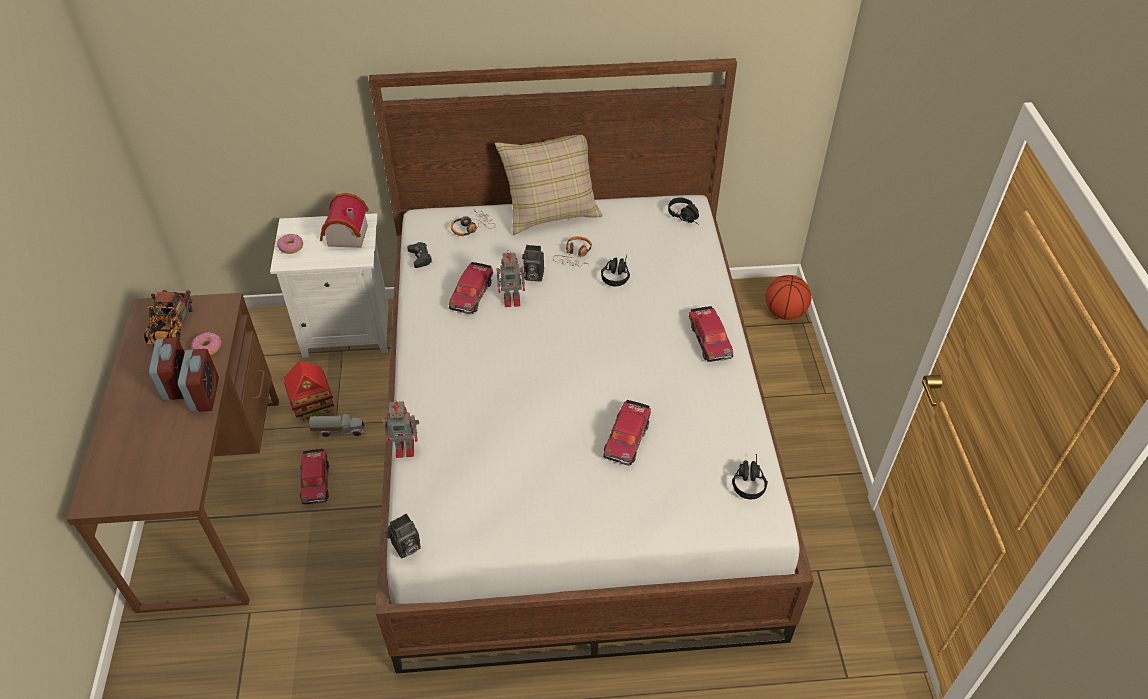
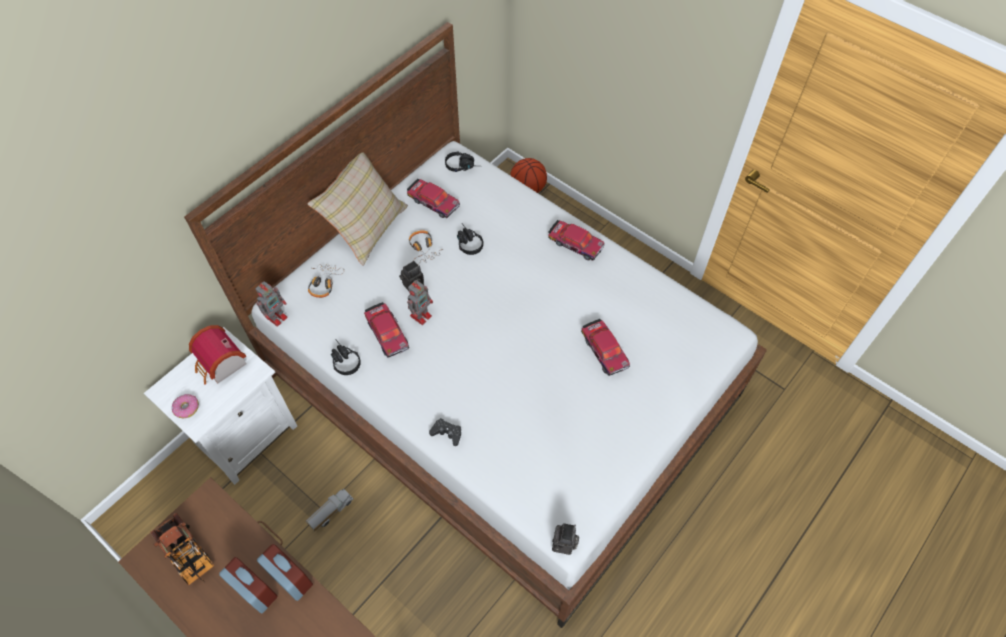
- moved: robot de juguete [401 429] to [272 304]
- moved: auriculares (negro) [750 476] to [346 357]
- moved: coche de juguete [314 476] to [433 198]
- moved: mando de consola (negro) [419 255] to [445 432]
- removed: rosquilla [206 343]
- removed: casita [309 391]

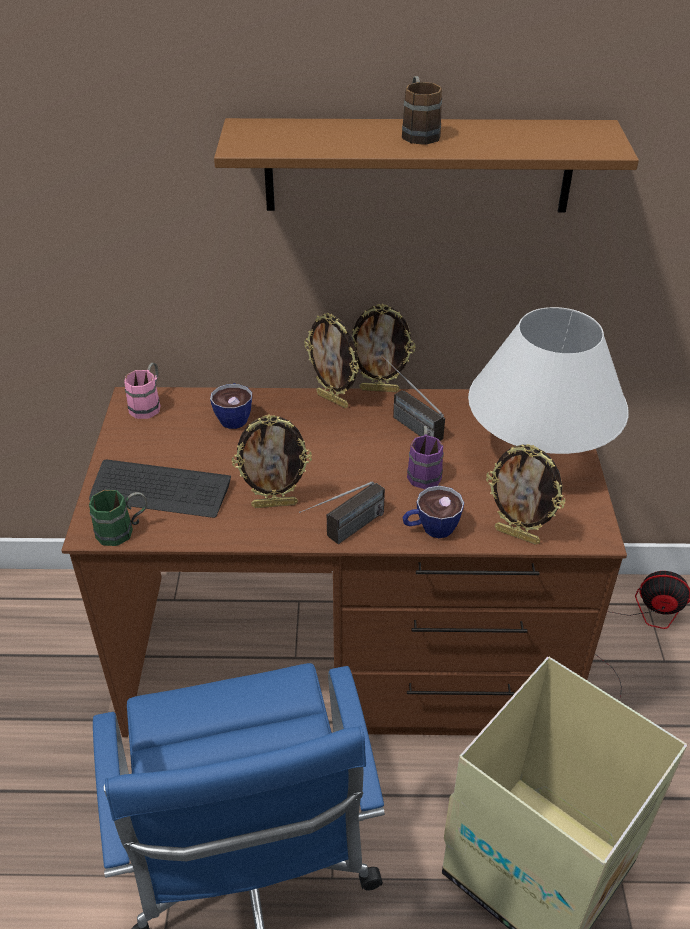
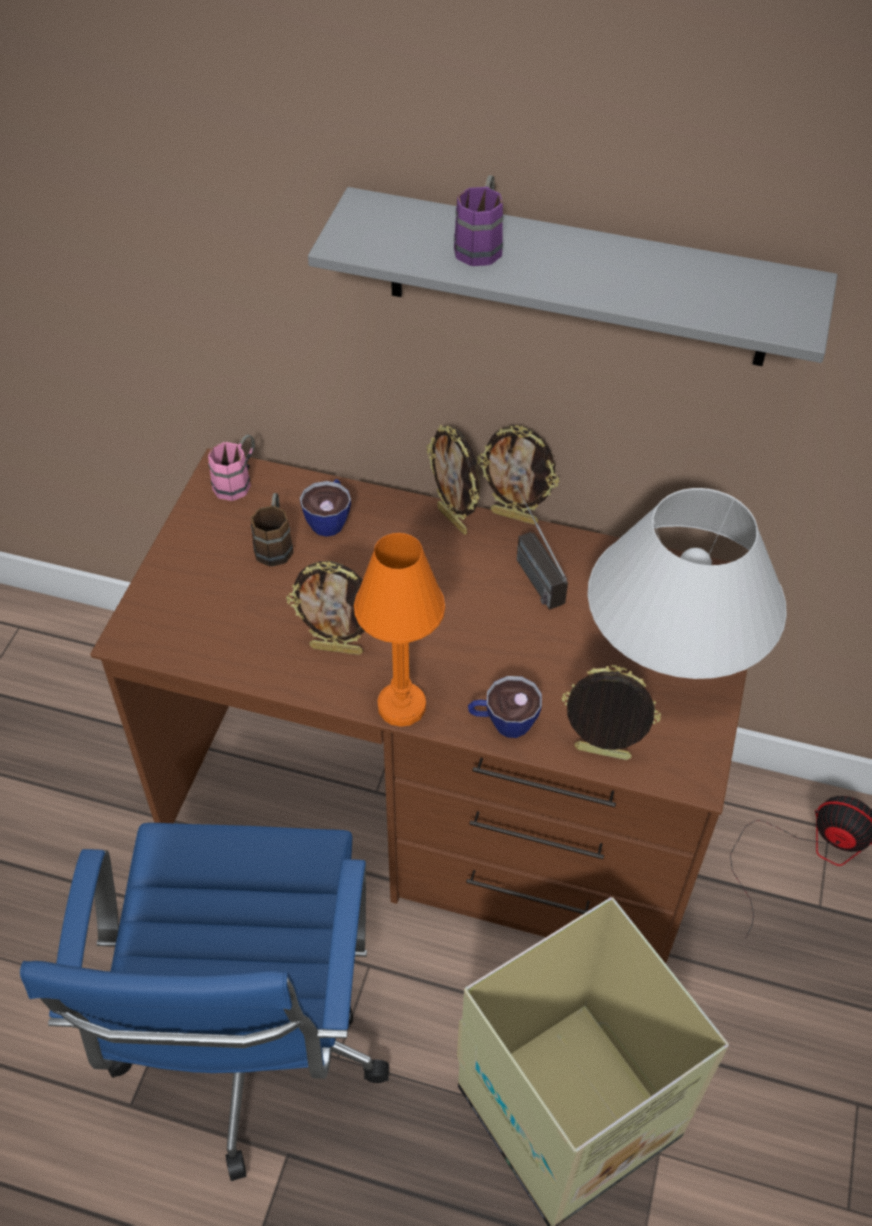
- moved: taza grande (marrón) [422 110] to [272 530]
- recoloured: estante (marrón) [426 165] to estante (gris) [573 276]
- replaced: radio [342 512] to lámpara de mesa (naranja) [399 630]
- moved: taza grande (morado) [425 457] to [478 220]
- turned: portarretratos [525 494] = [611 712] 150 degrees clockwise
- removed: teclado [160 489]
- removed: taza grande (verde) [118 518]

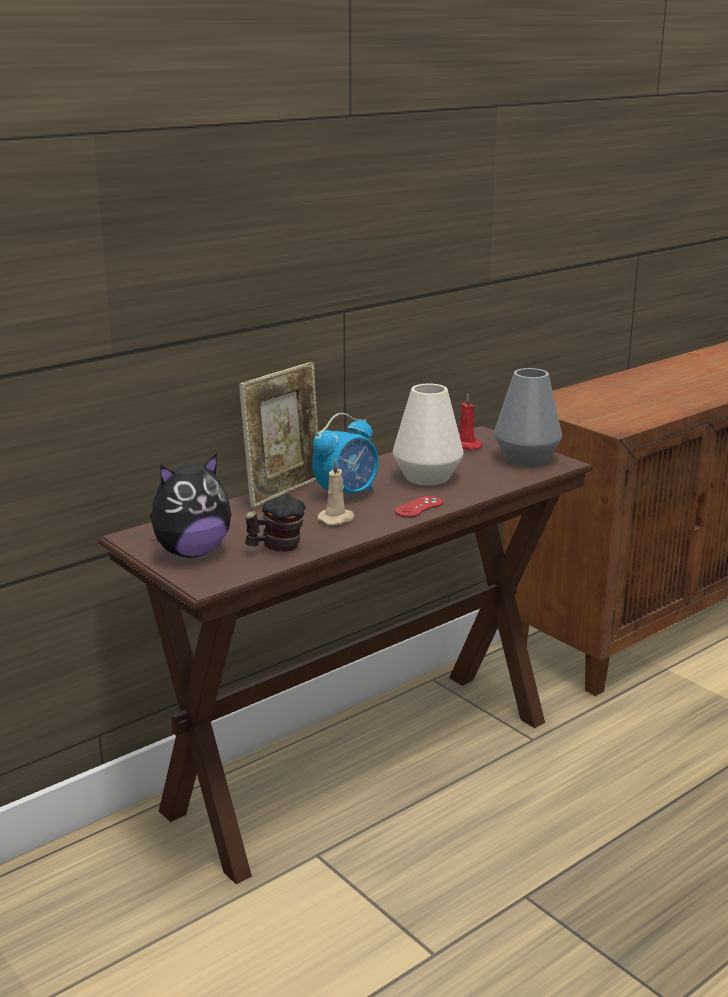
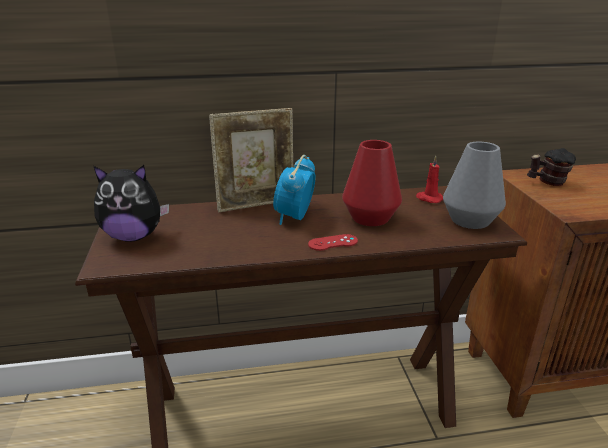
- turned: despertador [345 453] = [294 190] 120 degrees clockwise
- recoloured: florero (blanco) [428 434] to florero (rojo) [372 183]
- moved: taza grande [275 523] to [551 167]
- removed: vela (beis) [336 492]

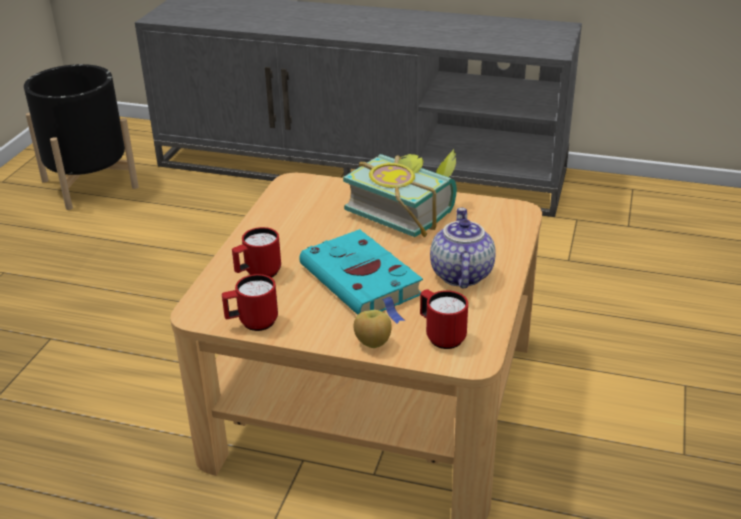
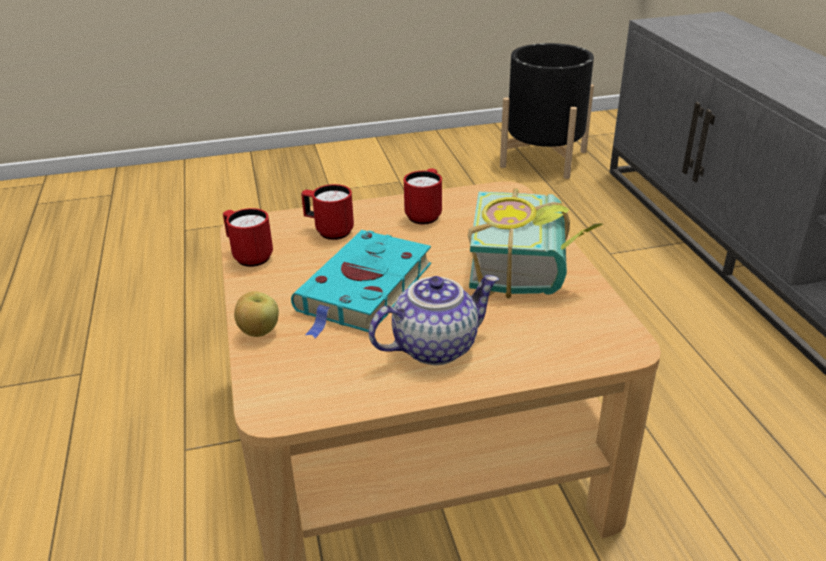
- moved: taza grande (rojo) [444 319] to [423 196]

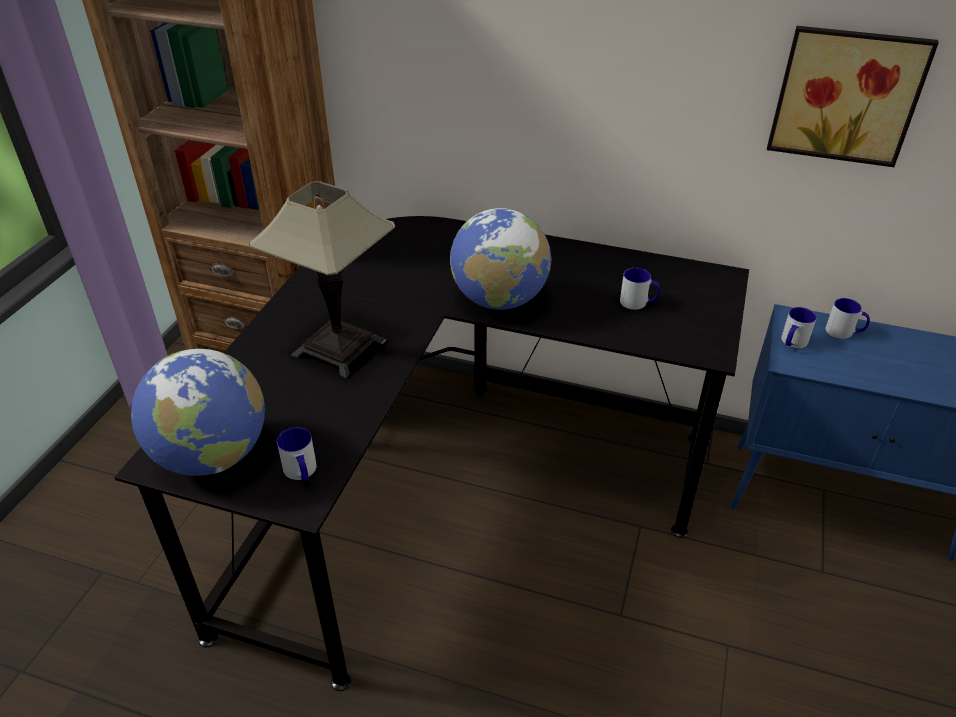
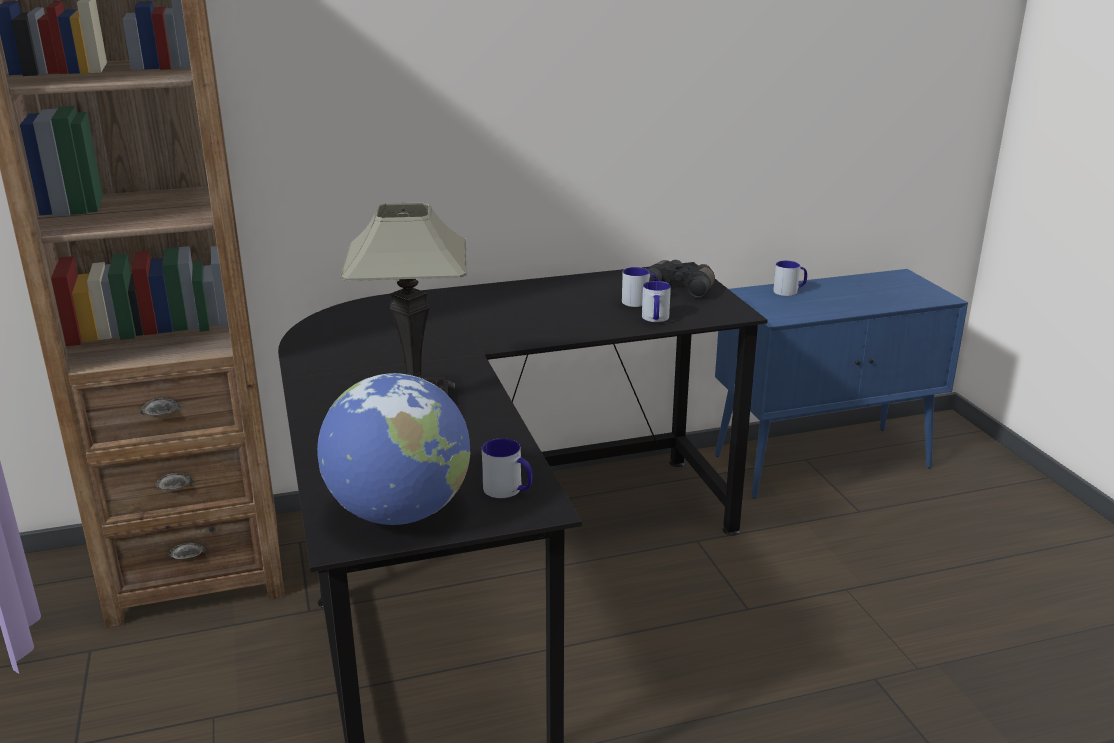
- moved: taza grande [799 328] to [656 301]
- added: prismáticos (negro) [681 278]
- removed: globo terráqueo [500 259]
- removed: cuadro [853 96]

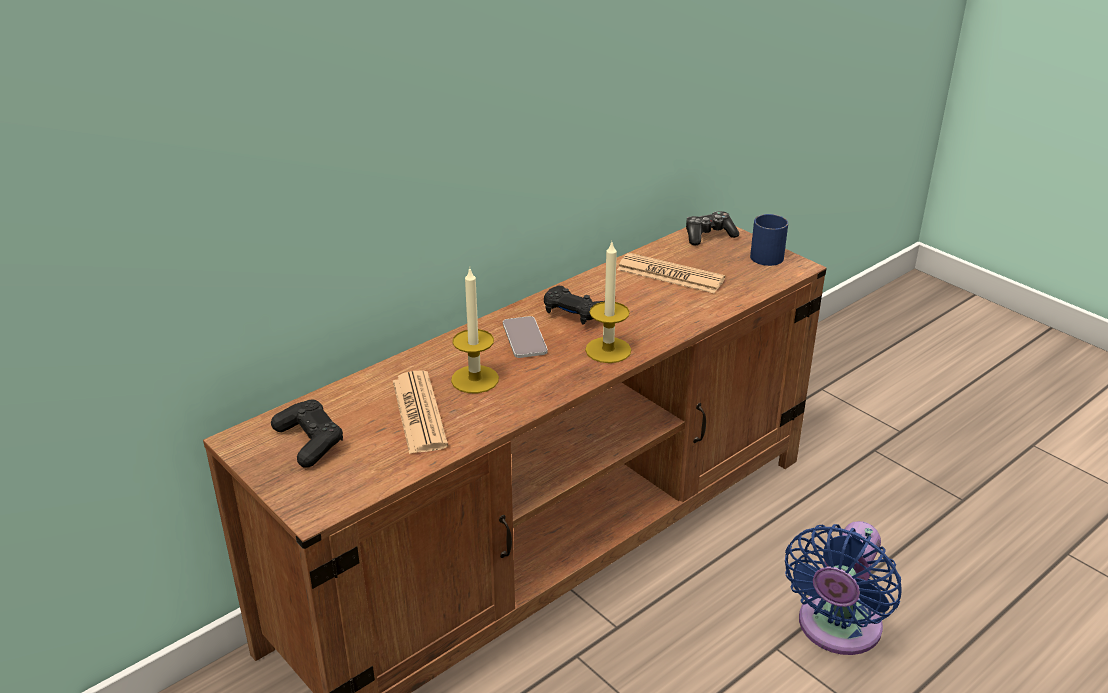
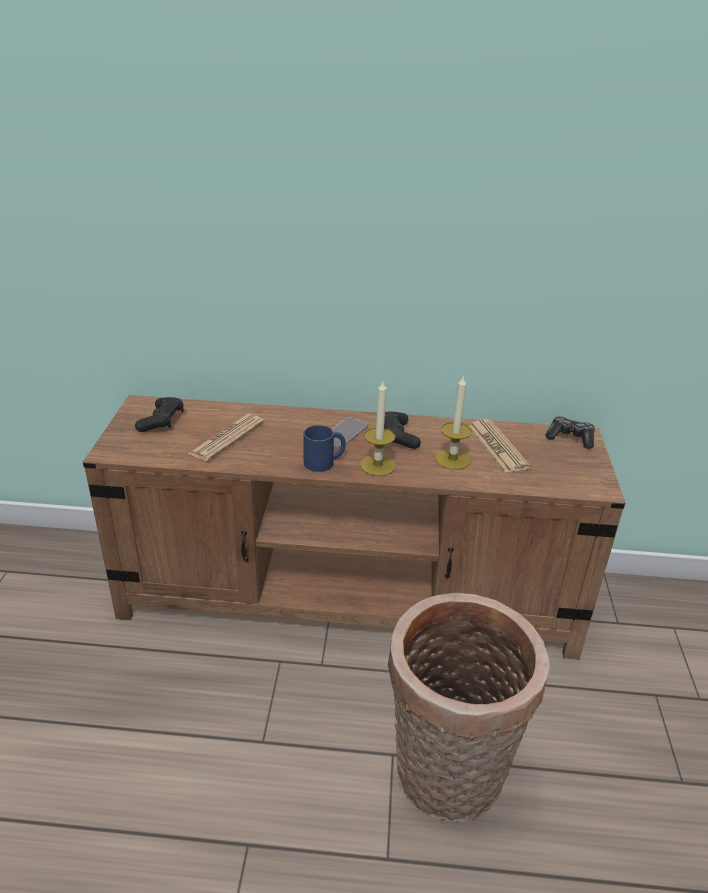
- moved: taza grande (azul) [769 240] to [324 448]
- replaced: ventilador (azul) [843 588] to cesta [469 707]
- moved: vela [475 331] to [453 422]

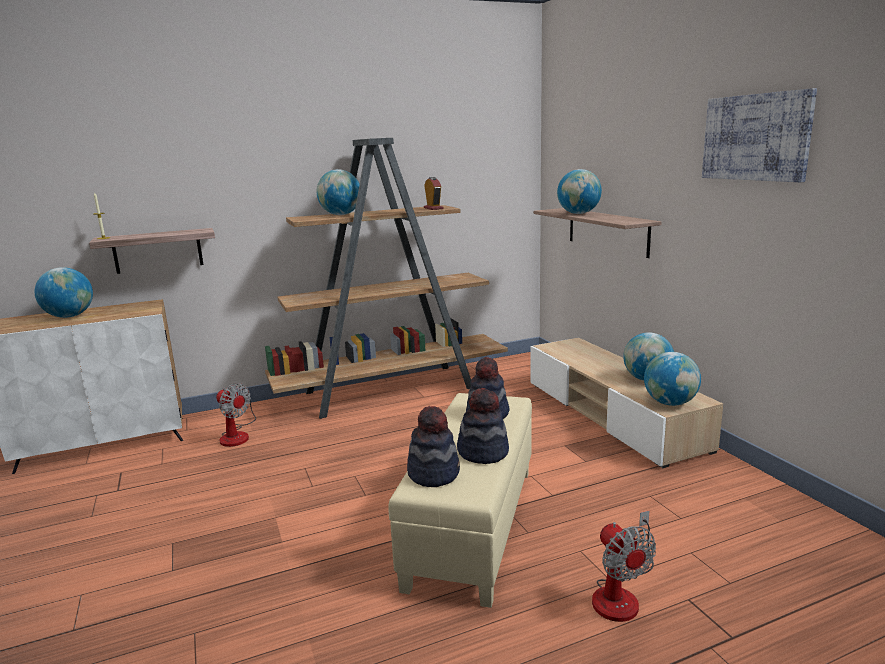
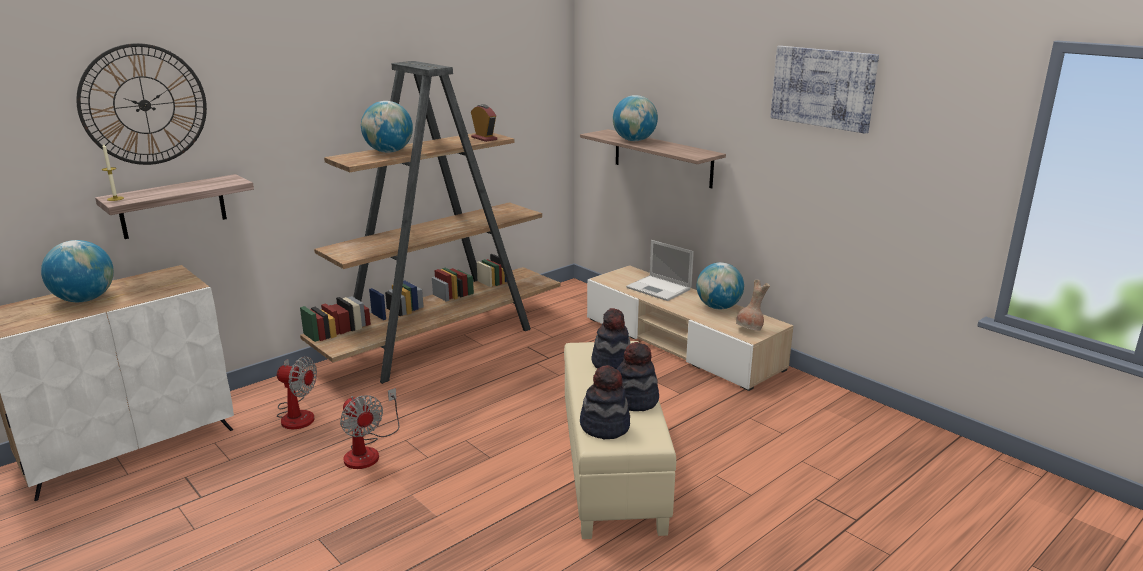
- added: reloj de pared [141 104]
- moved: ventilador [624 566] to [370 428]
- added: portátil [660 270]
- replaced: globo terráqueo [672 379] to florero (marrón) [753 305]

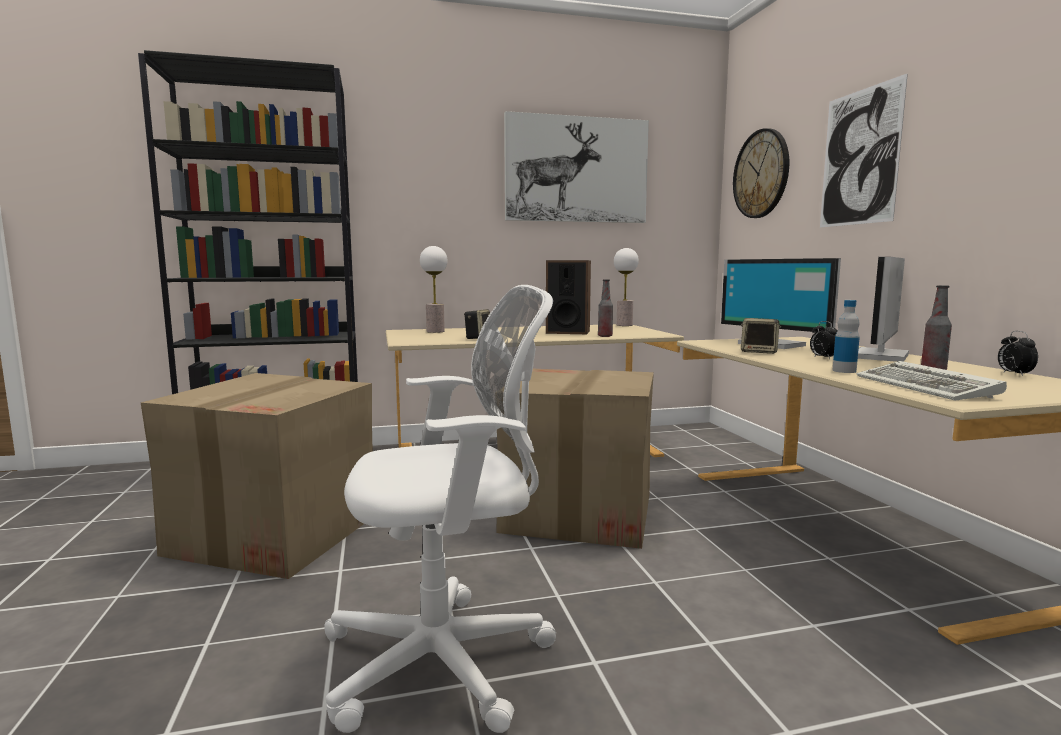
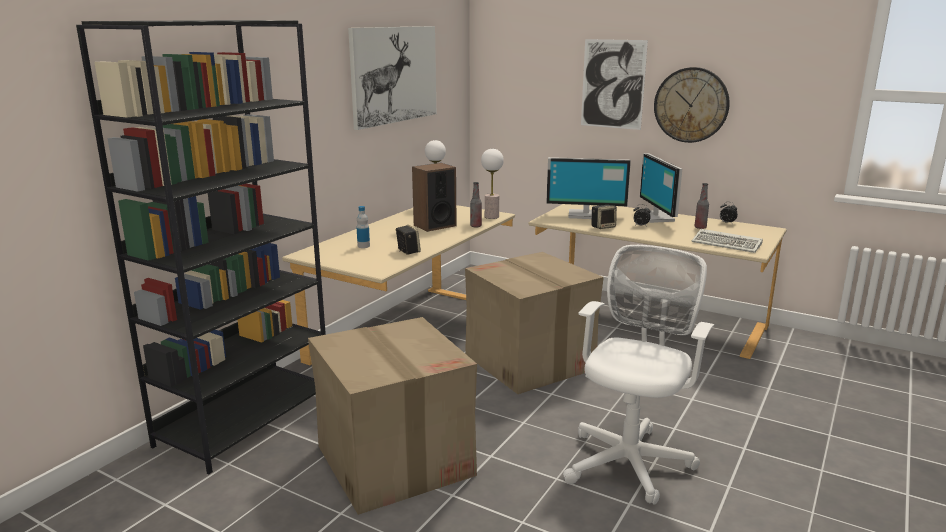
- moved: botella [846 336] to [363 227]
- moved: lámpara de mesa [434 289] to [492 184]
- moved: reloj de pared [761 173] to [692 105]

